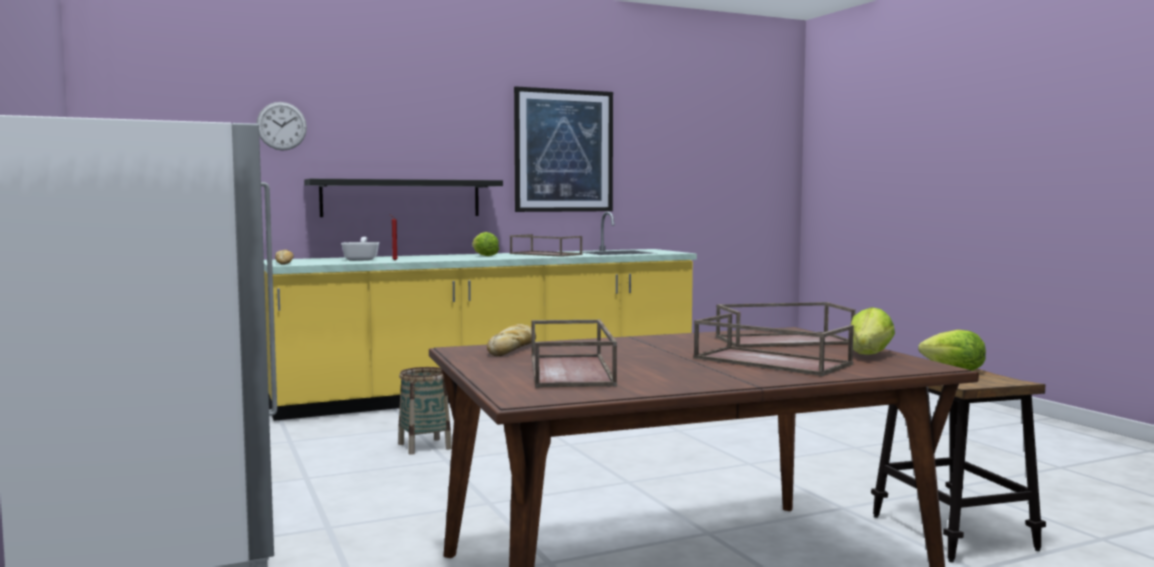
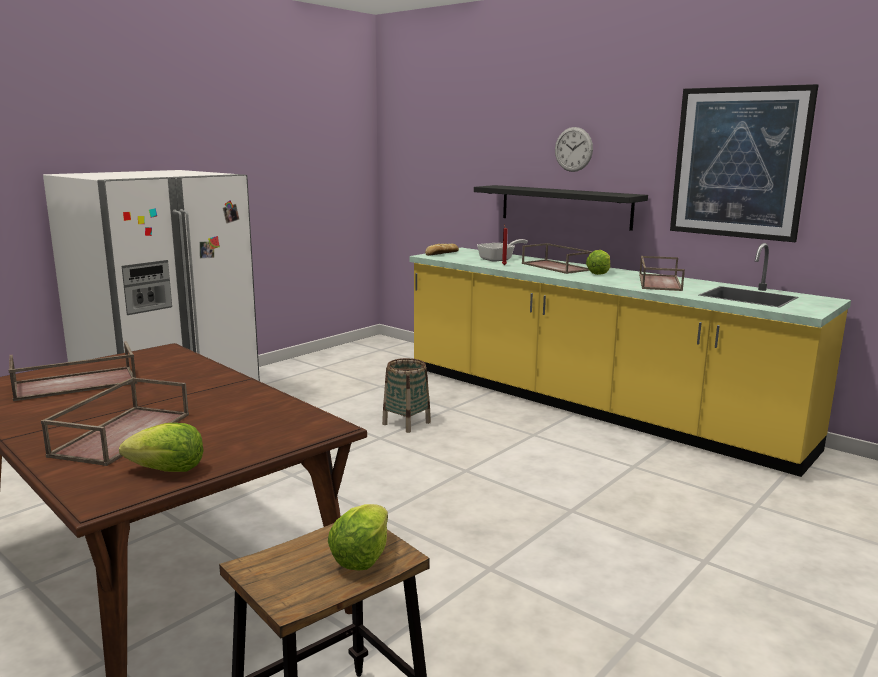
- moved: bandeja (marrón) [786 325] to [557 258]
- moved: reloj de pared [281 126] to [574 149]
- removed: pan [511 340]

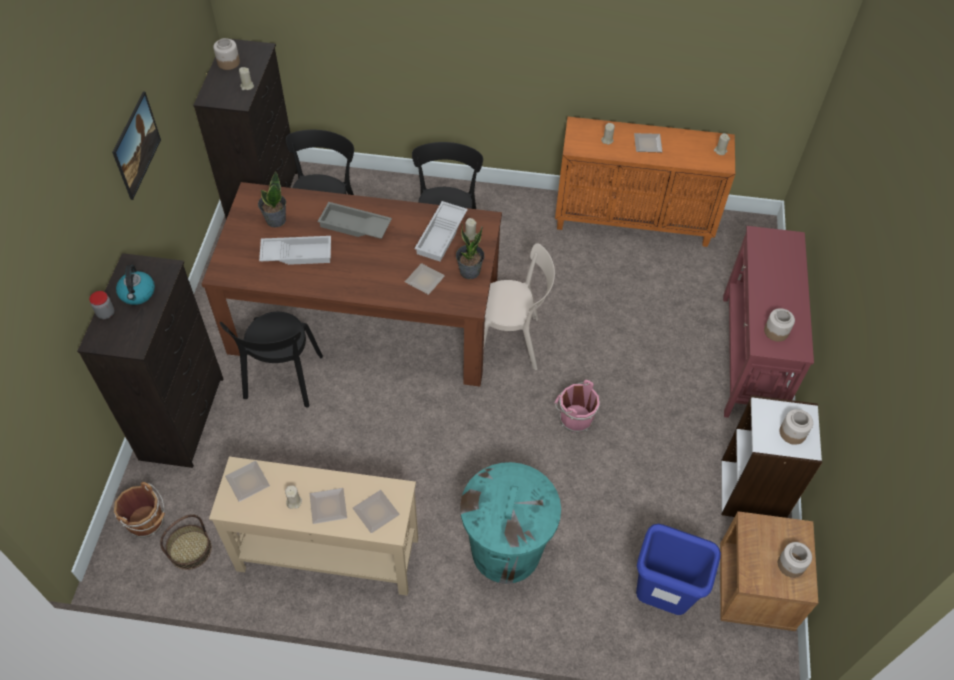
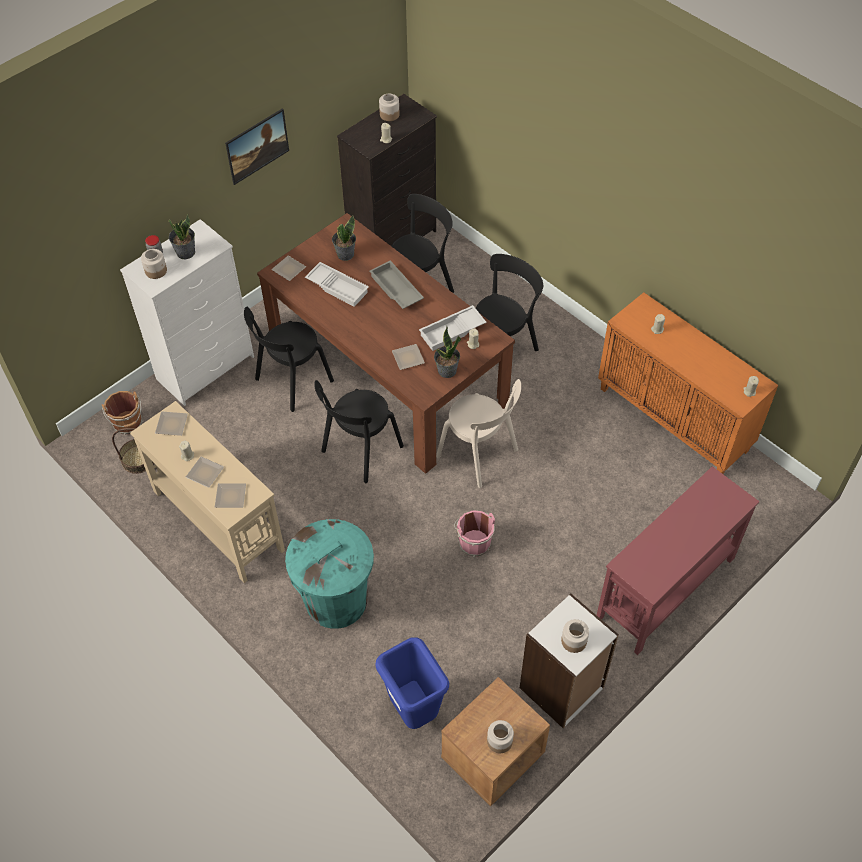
- recoloured: cómoda (negro) [150 360] to cómoda (blanco) [187 312]
- moved: tarro [779 325] to [154 264]
- replaced: hervidor [135 285] to planta en maceta [182 236]
- moved: plato [648 142] to [288 268]
- added: silla (negro) [359 431]

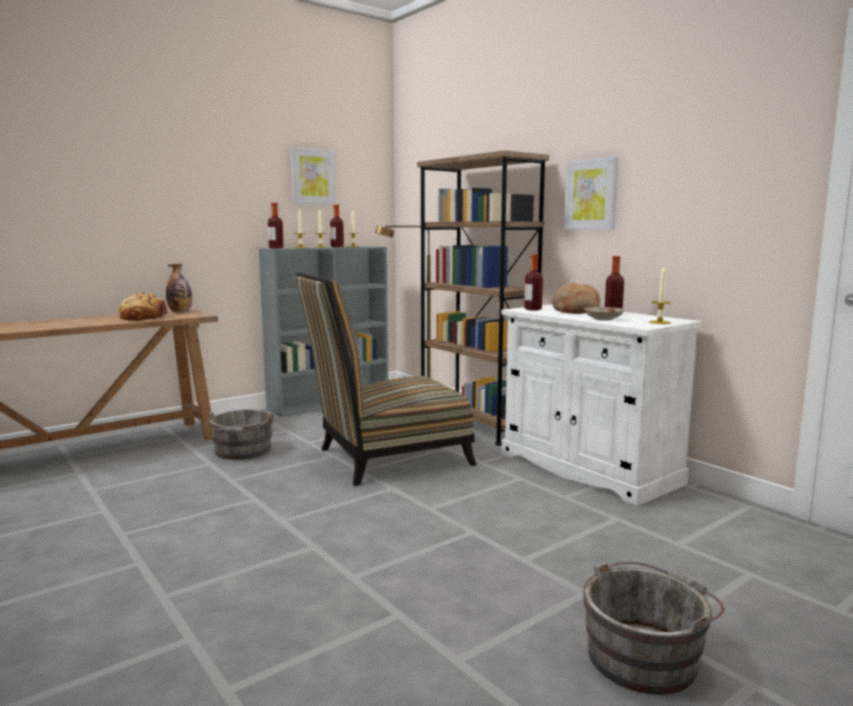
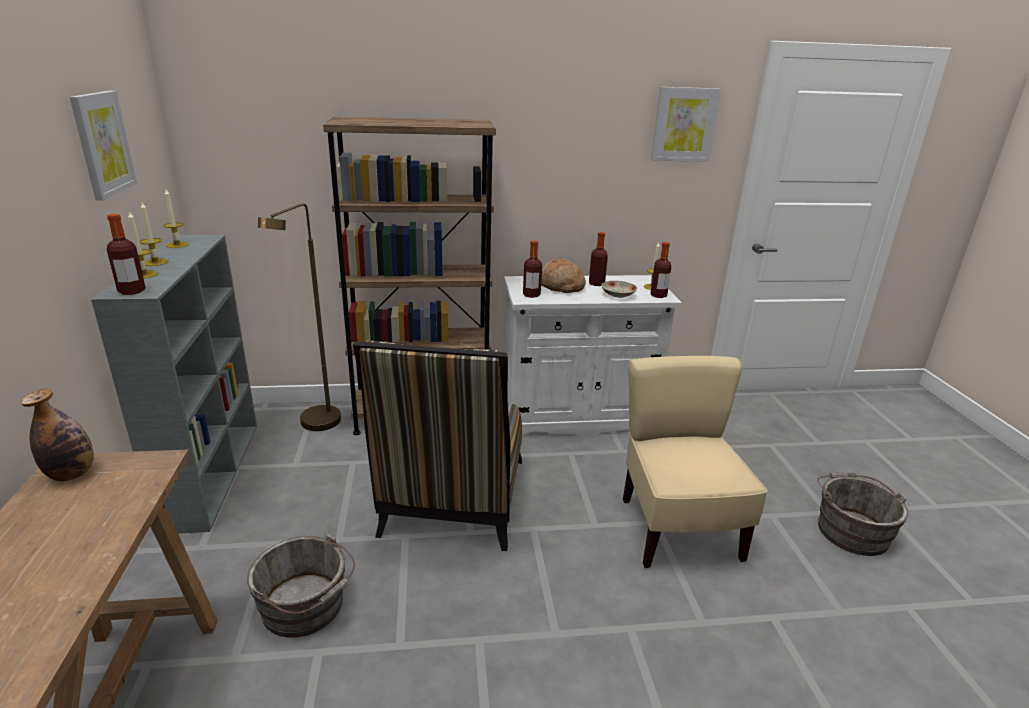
- added: silla (beis) [695 462]
- moved: cuadro [591 193] to [686 124]
- moved: botella [337 226] to [661 270]
- removed: pan [144 306]

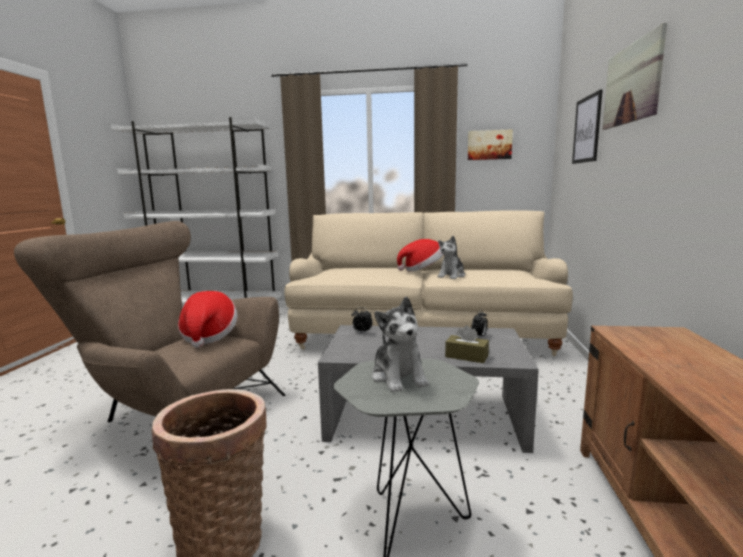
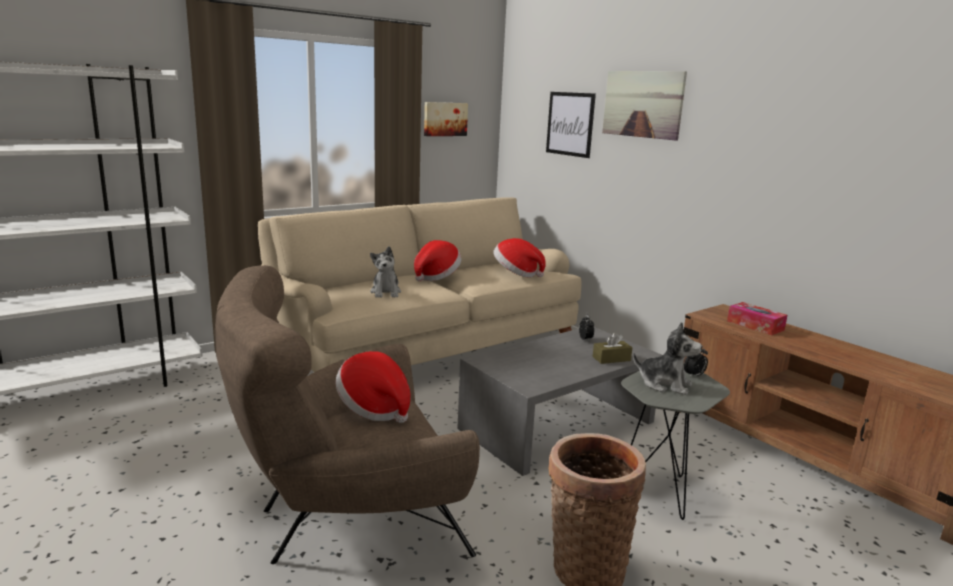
- moved: peluche [451 257] to [385 272]
- added: sombrero [520 257]
- moved: despertador [362 320] to [696 362]
- added: caja de pañuelos [757 318]

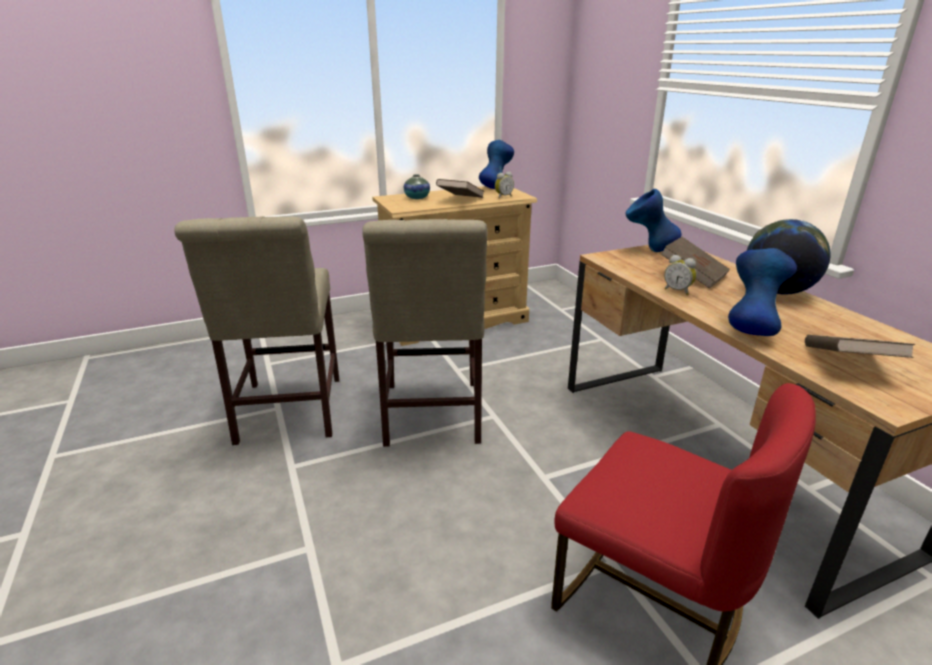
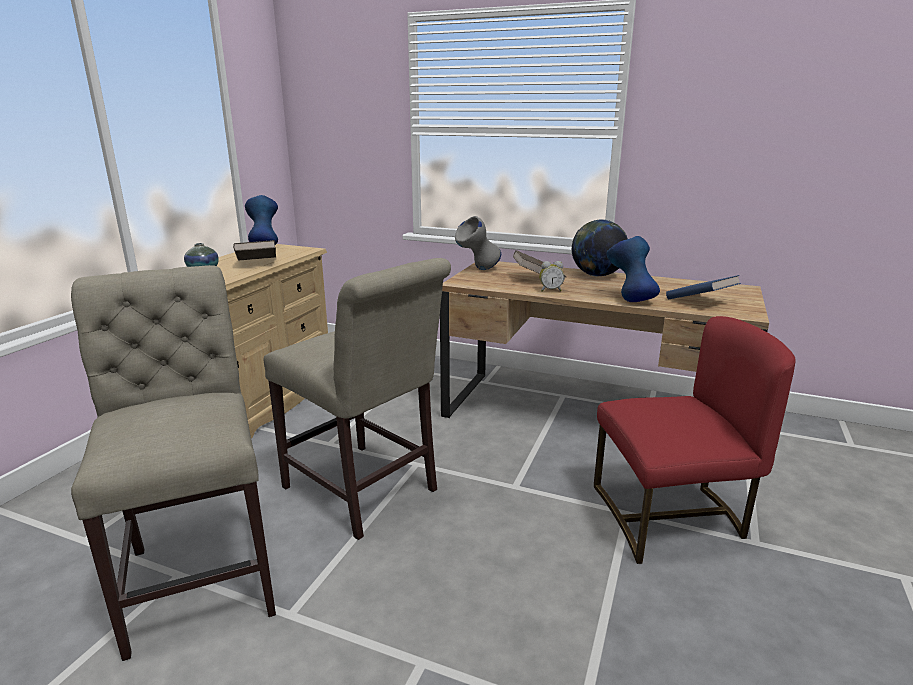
- turned: silla (beis) [257 330] = [173 463] 150 degrees counterclockwise
- recoloured: florero (azul) [653 220] to florero (gris) [478 243]
- recoloured: libro (marrón) [860 346] to libro (azul) [703 287]
- removed: despertador [504 185]

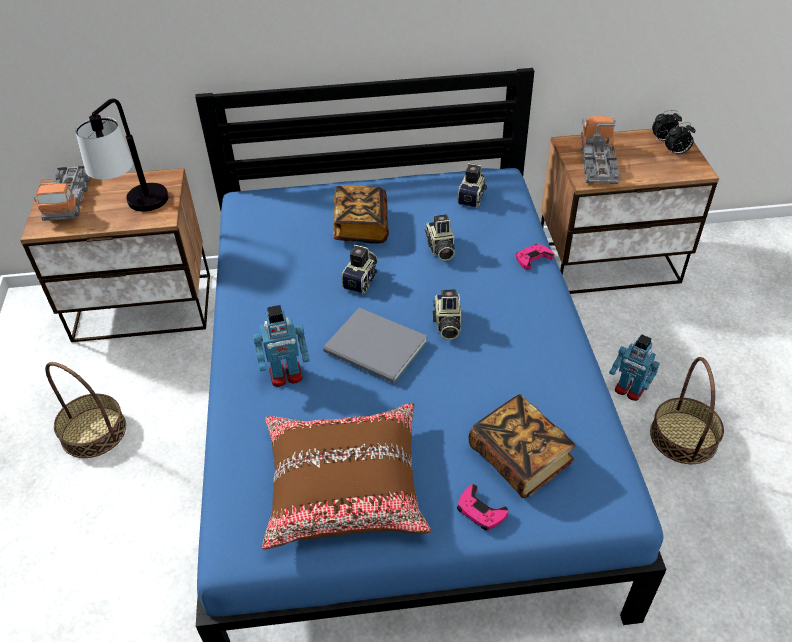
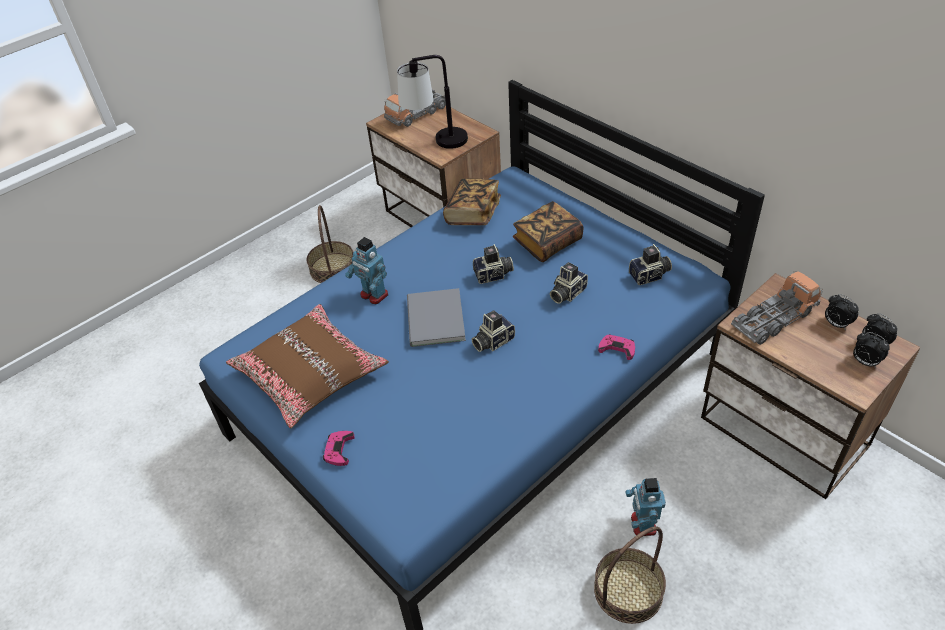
- moved: libro [521 446] to [472 201]
- added: despertador [842 312]

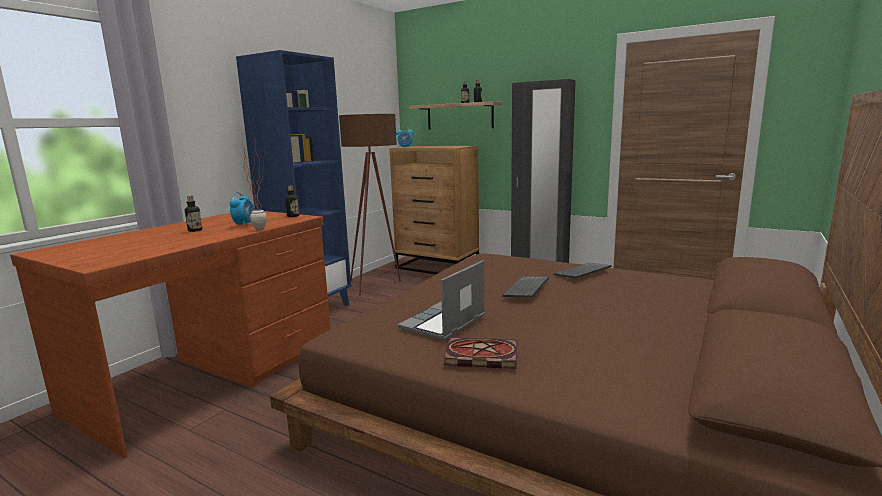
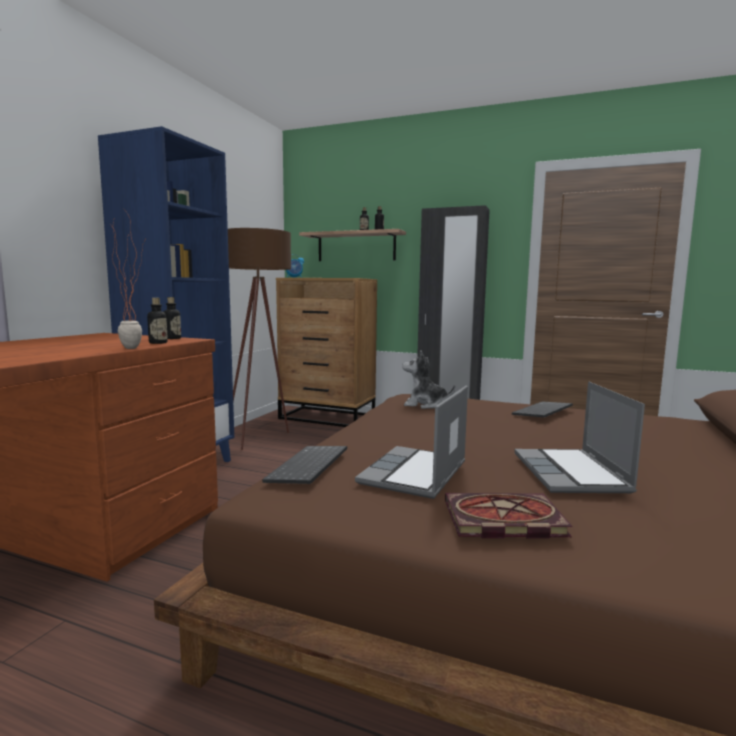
- moved: botella [193 214] to [157 321]
- moved: teclado [525 287] to [304 465]
- added: peluche [428 379]
- added: portátil [579 437]
- removed: despertador [242 209]

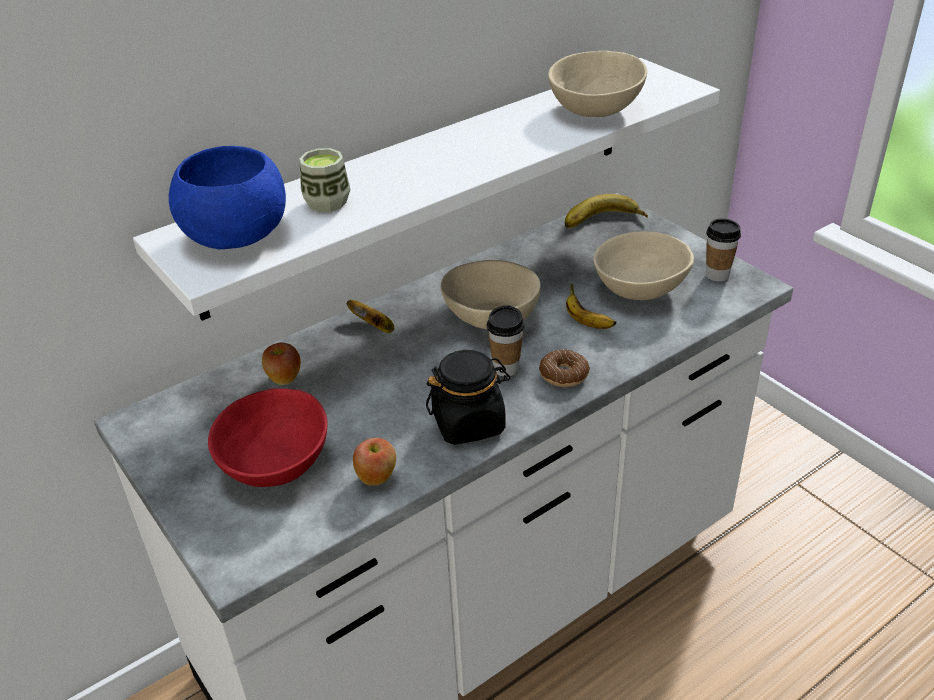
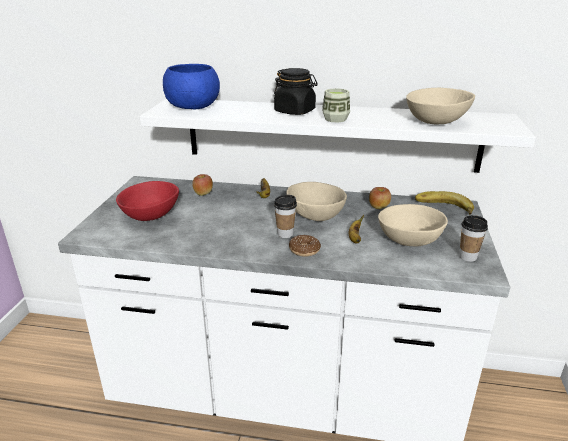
- moved: tarro (negro) [468 397] to [296 91]
- moved: taza [324 180] to [336 105]
- moved: manzana [374 462] to [380 198]

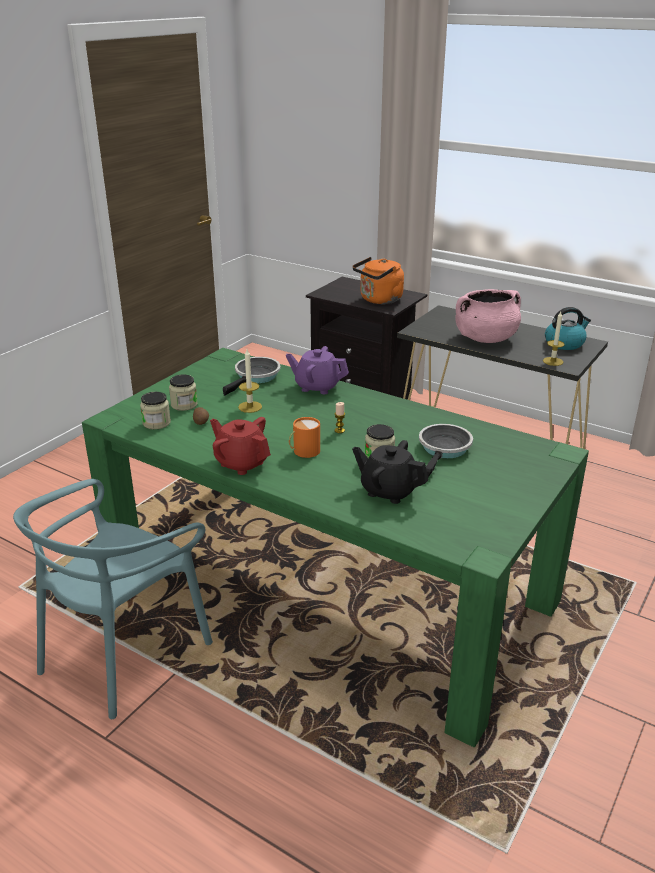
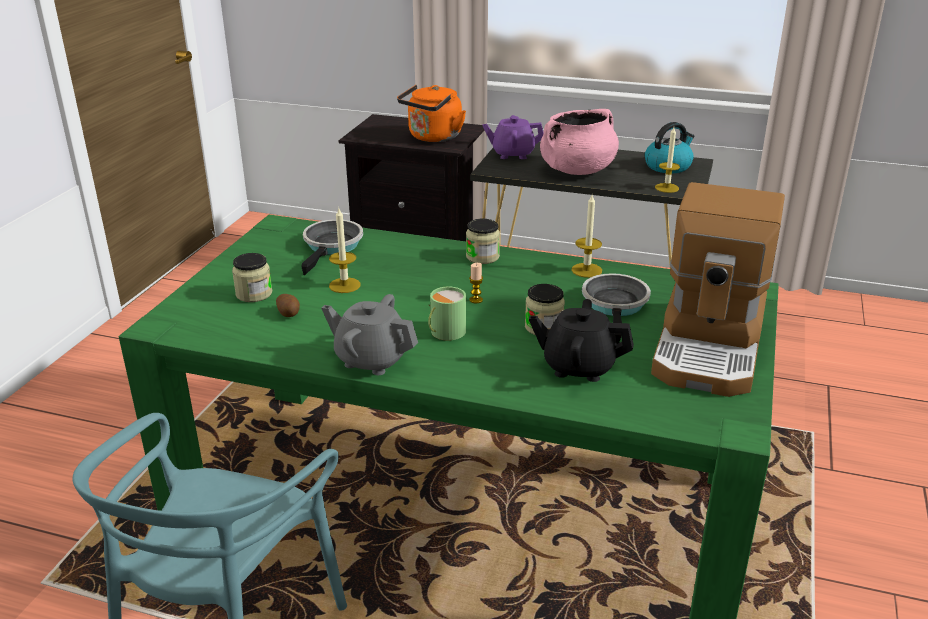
- recoloured: tetera (rojo) [240 446] to tetera (gris) [369 334]
- recoloured: taza grande (naranja) [304 437] to taza grande (verde) [447 314]
- moved: tarro [155 410] to [483 241]
- moved: tetera (morado) [317 370] to [513 137]
- added: vela [586 236]
- added: cafetera [718 289]

